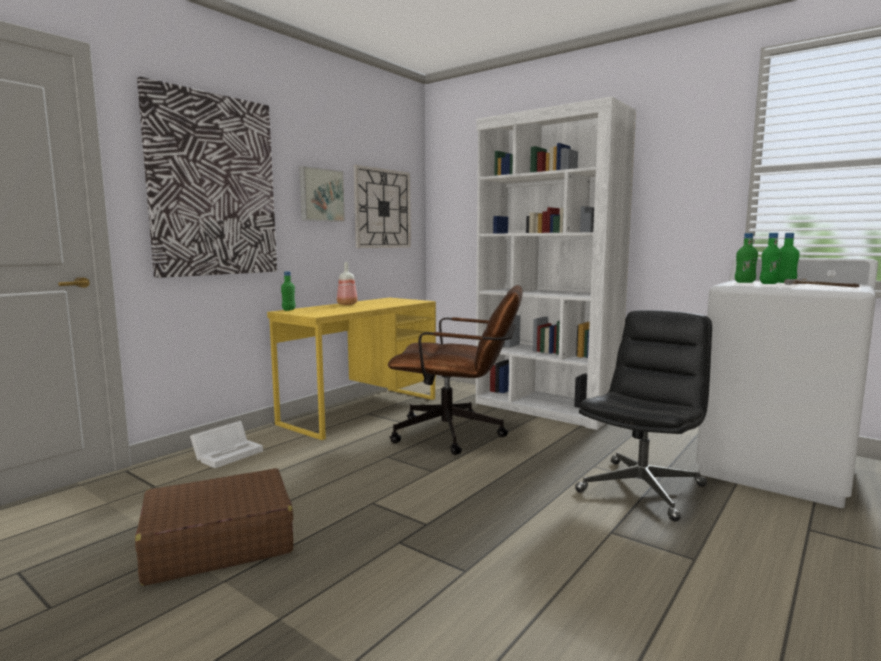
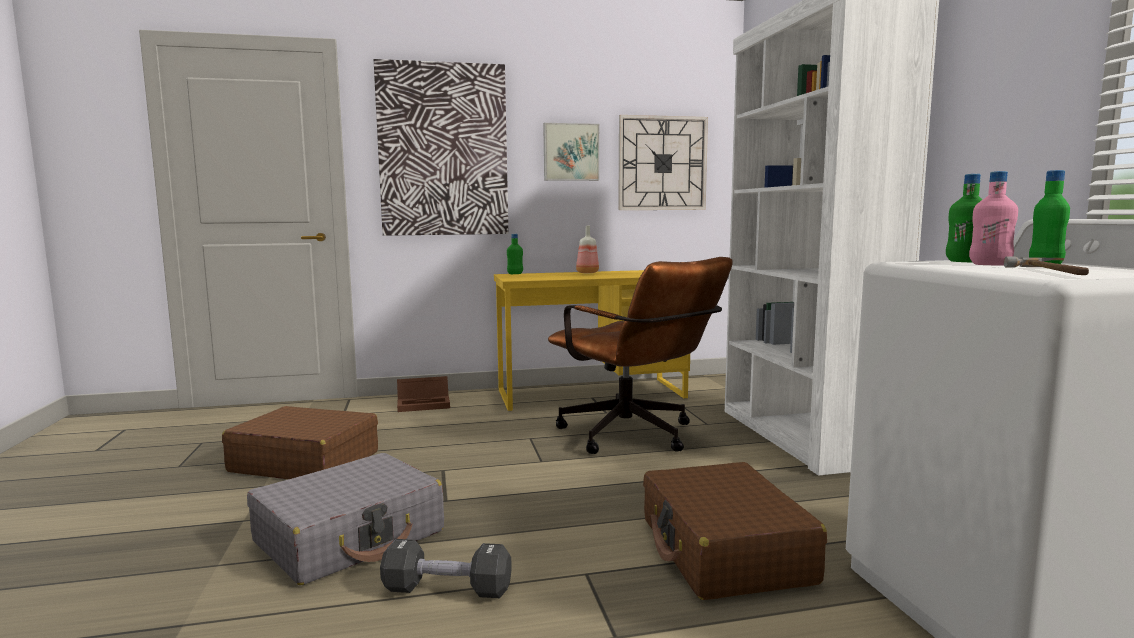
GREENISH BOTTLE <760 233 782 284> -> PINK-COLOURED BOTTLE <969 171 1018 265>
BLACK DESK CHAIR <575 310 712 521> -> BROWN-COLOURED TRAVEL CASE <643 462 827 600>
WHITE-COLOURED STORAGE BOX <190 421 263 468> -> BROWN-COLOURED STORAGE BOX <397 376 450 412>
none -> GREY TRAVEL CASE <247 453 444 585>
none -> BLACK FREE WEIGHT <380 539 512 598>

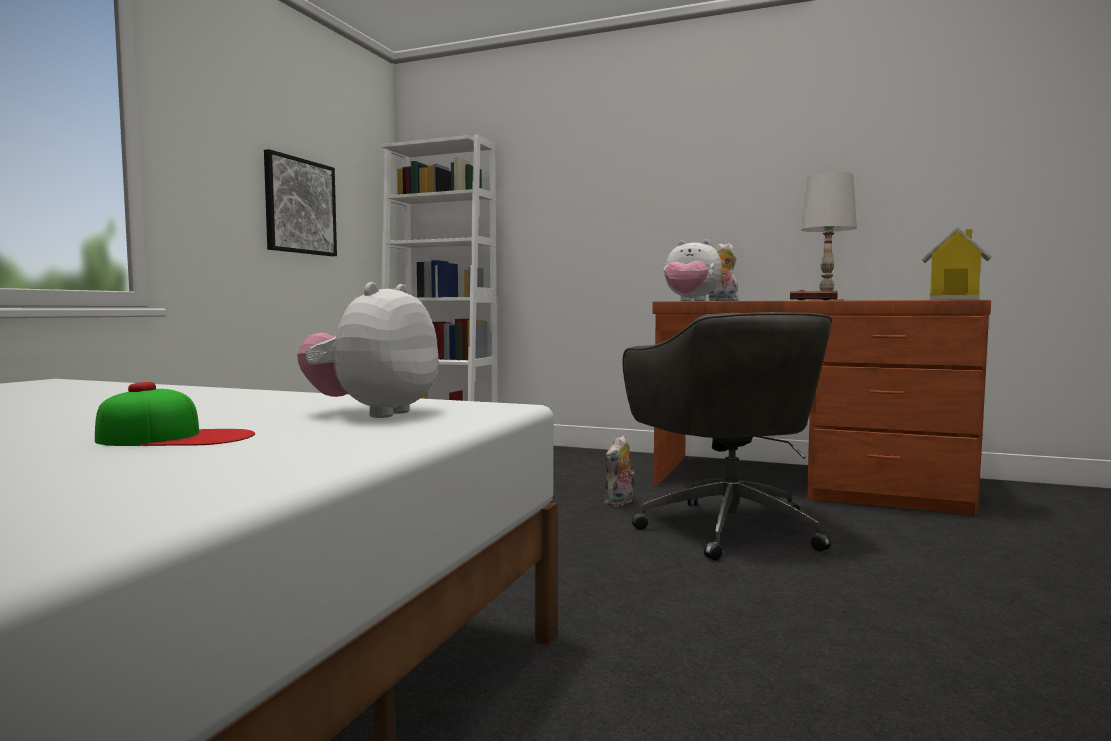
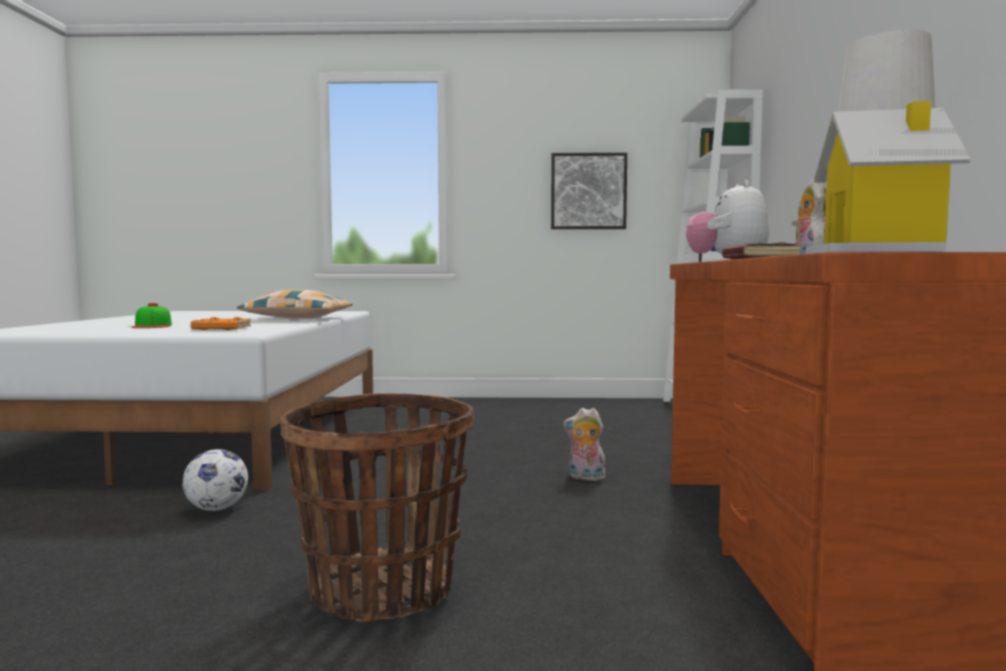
SOFT TOY <297 282 439 418> -> ORANGE BOUND BOOK <191 317 251 330>
GREY DESK CHAIR <622 312 832 561> -> none
none -> CUSHION <236 290 353 319>
none -> HOUSEHOLD BASKET <281 393 474 622>
none -> FOOTBALL BALL <182 449 248 511>

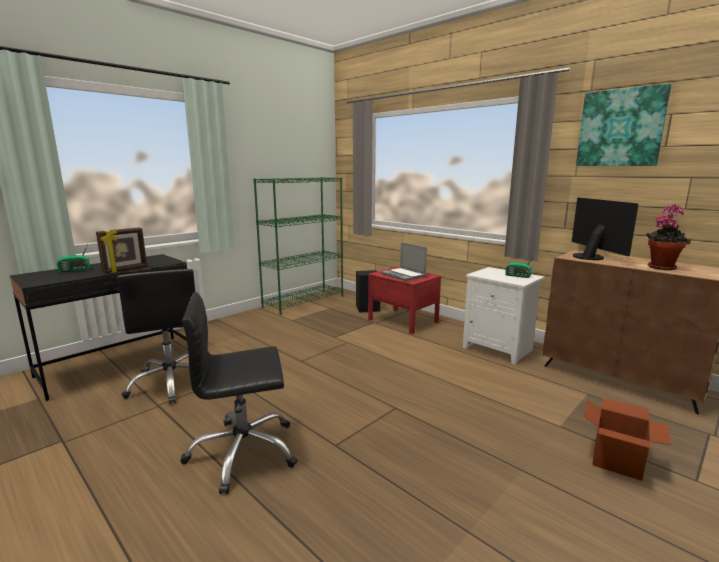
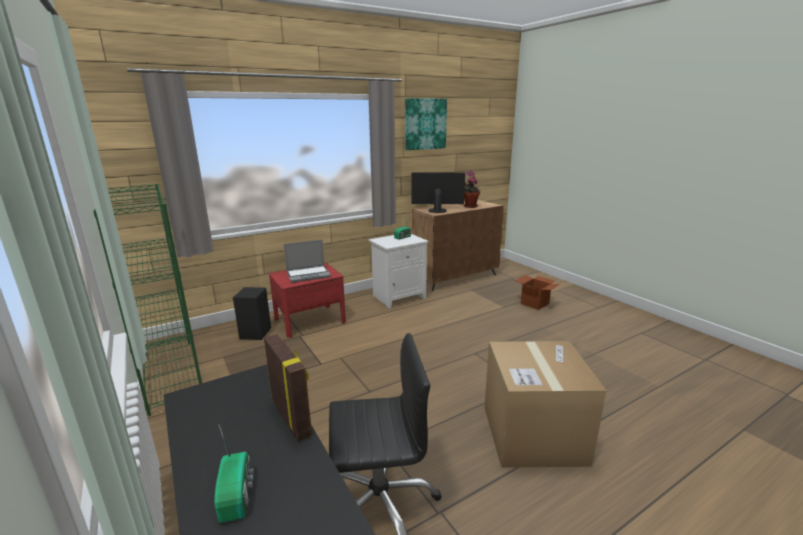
BLACK DESK CHAIR <180 292 298 494> -> CARDBOARD BOX <484 341 606 468>

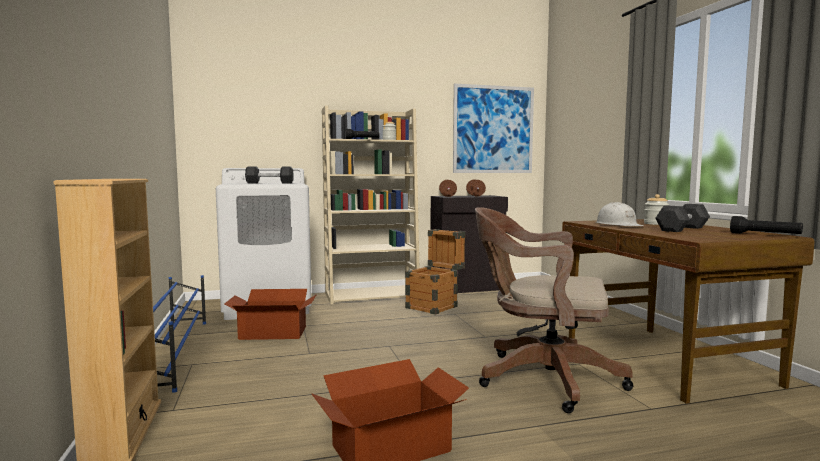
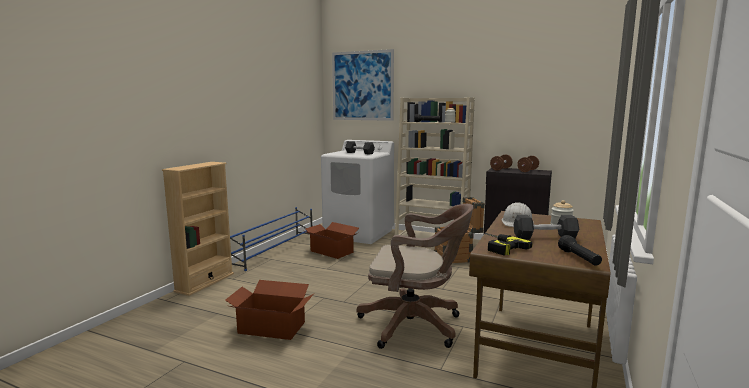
WALL ART <453 83 534 173> -> WALL ART <332 49 394 121>, shifted
BROWN-COLOURED DESK CHAIR <475 207 633 413> -> BROWN-COLOURED DESK CHAIR <357 204 473 349>, 135 degrees clockwise
none -> DRILL <484 233 533 256>

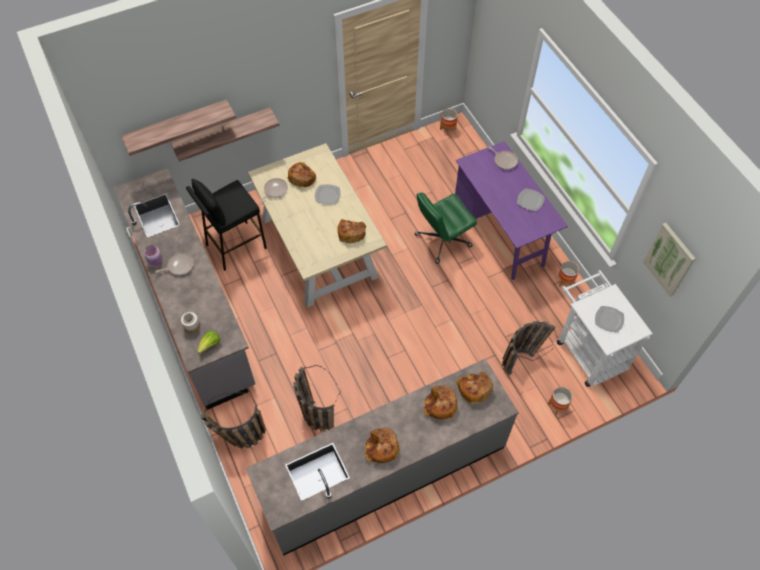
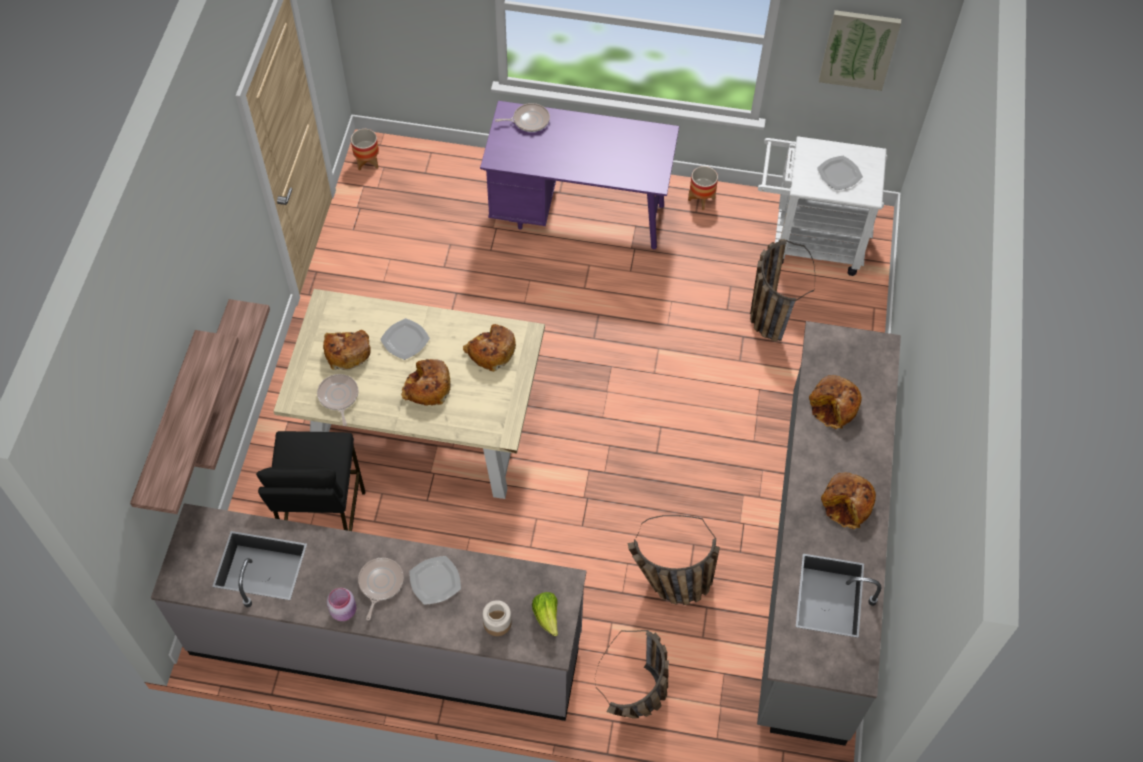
PLATE <517 188 545 211> -> PLATE <409 556 461 605>, shifted
GREENISH DESK CHAIR <415 192 477 264> -> none
BREAD <456 372 493 405> -> BREAD <401 359 451 406>, shifted
PLANTER <548 387 573 415> -> none

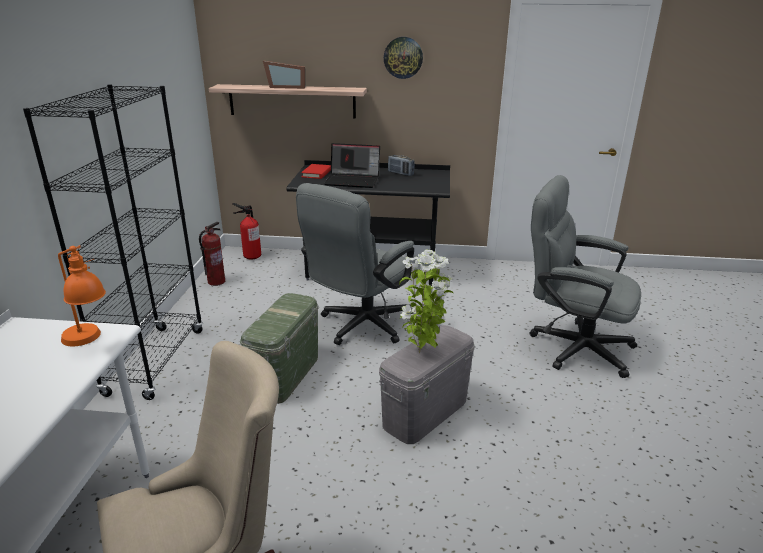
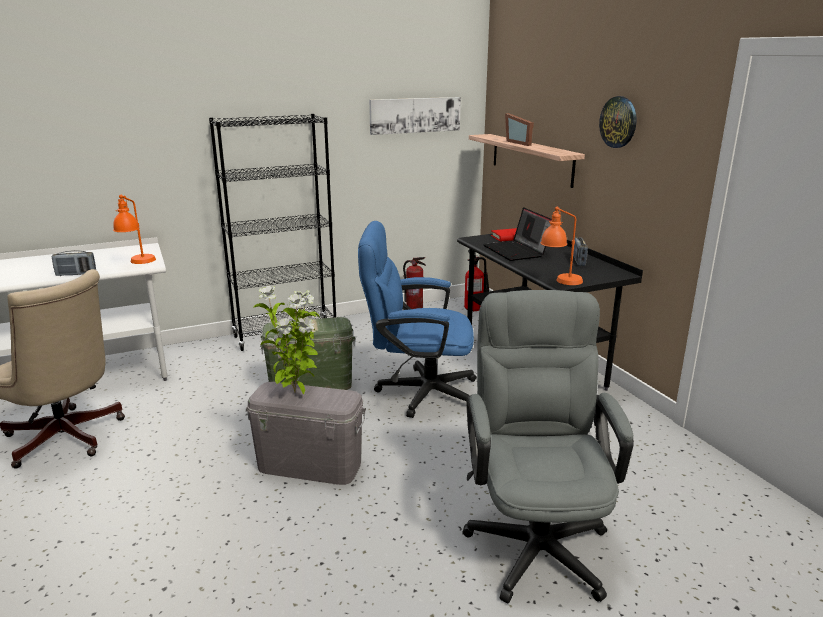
GREY DESK CHAIR <296 183 414 345> -> BLUISH DESK CHAIR <358 221 477 418>
none -> WALL ART <369 97 461 135>
none -> ORANGE TABLE LAMP <540 206 583 285>
none -> RADIO RECEIVER <52 250 96 276>

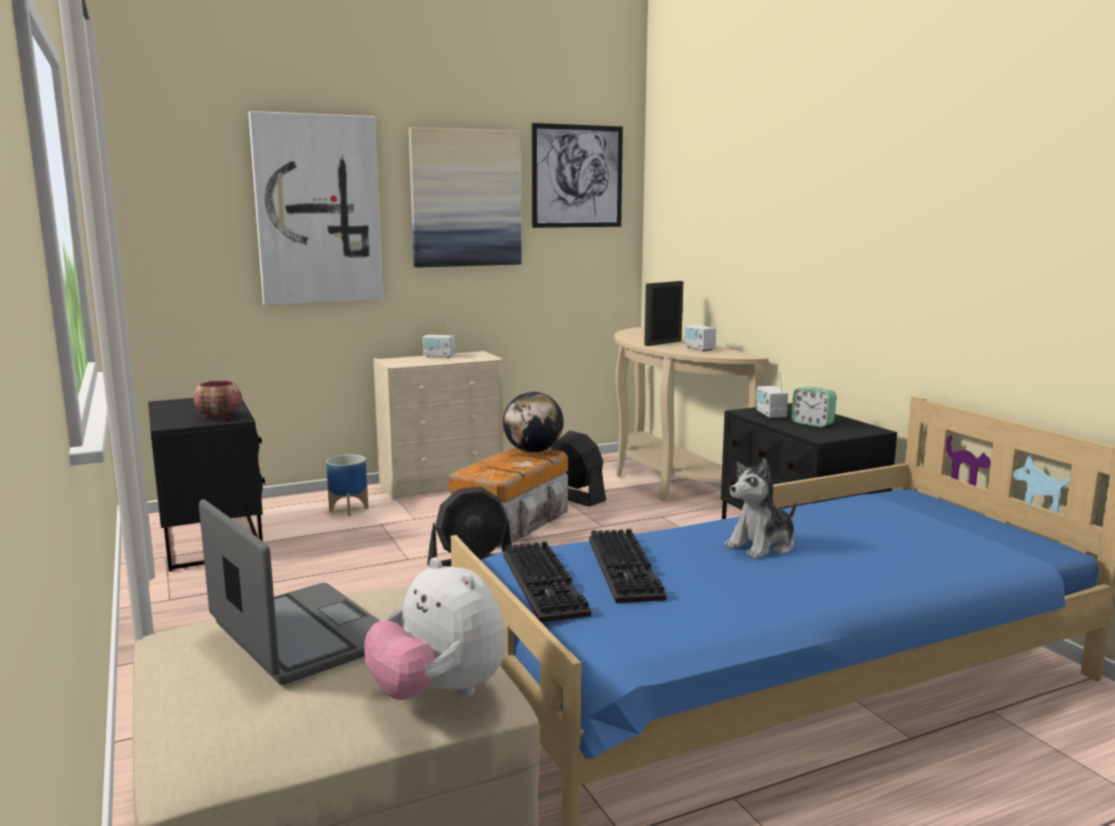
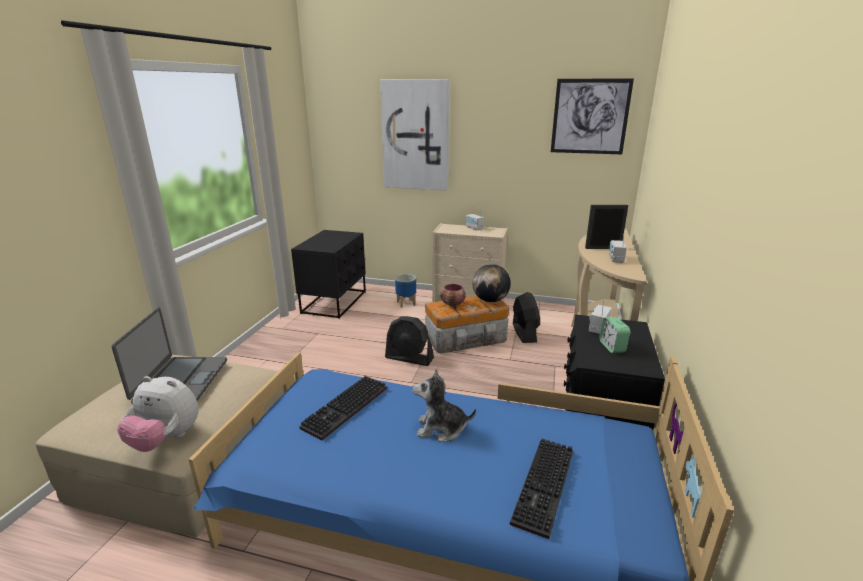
WALL ART <409 127 522 268> -> none
SERVING BOWL <194 381 242 420> -> SERVING BOWL <441 284 466 308>, shifted
KEYBOARD <503 541 591 622> -> KEYBOARD <510 439 573 539>, shifted
SOFT TOY <364 557 506 700> -> SOFT TOY <117 376 199 452>, 75 degrees counterclockwise

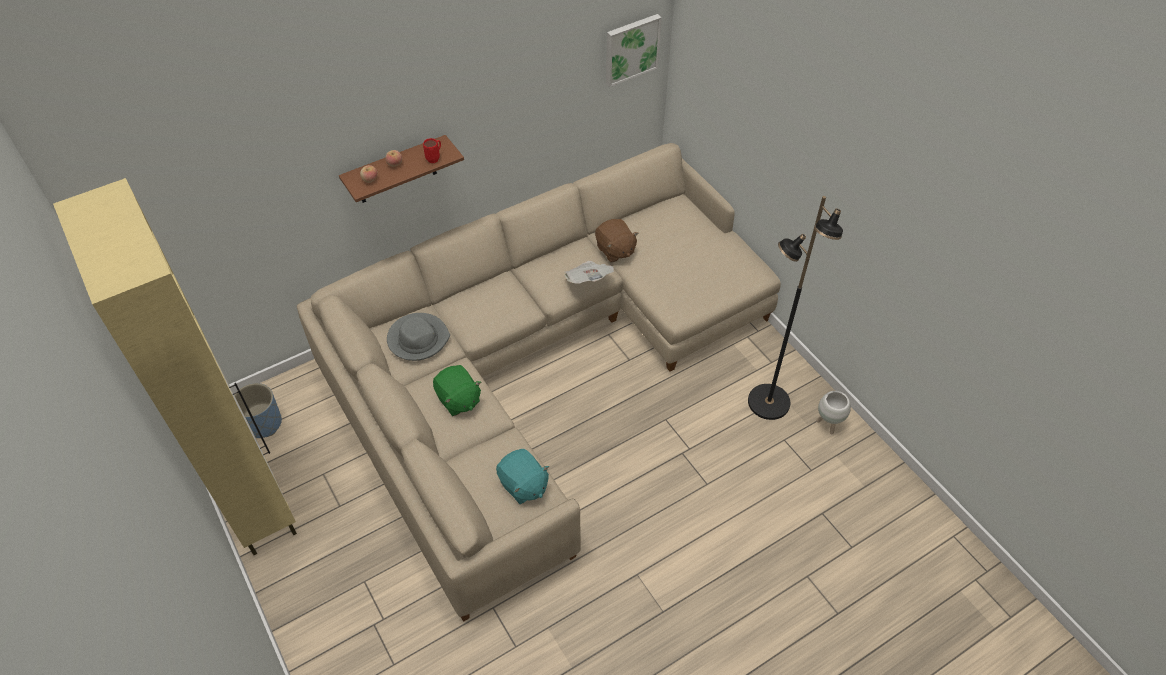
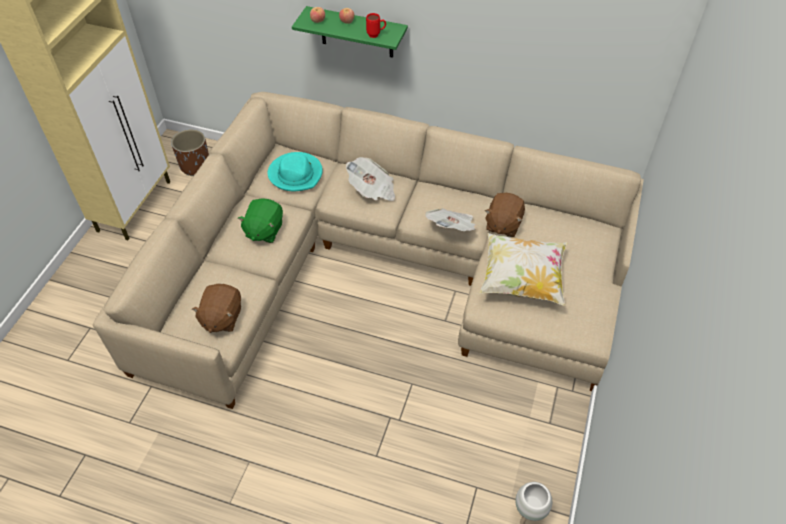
WALL ART <606 14 662 87> -> none
BROWN-COLOURED WALL SHELF <339 135 464 203> -> GREENISH WALL SHELF <292 6 408 58>
BLACK FLOOR LAMP <748 196 843 420> -> none
GREY WEARABLE HAT <387 313 450 361> -> TURQUOISE-COLOURED WEARABLE HAT <268 152 323 191>
BLUISH PLANTER <234 383 282 438> -> BROWN-COLOURED PLANTER <171 129 209 176>
TURQUOISE-COLOURED SOFT TOY <496 449 550 504> -> BROWN-COLOURED SOFT TOY <192 284 241 333>
none -> DAILY PAPER <346 157 395 201>
none -> CUSHION <480 233 567 306>

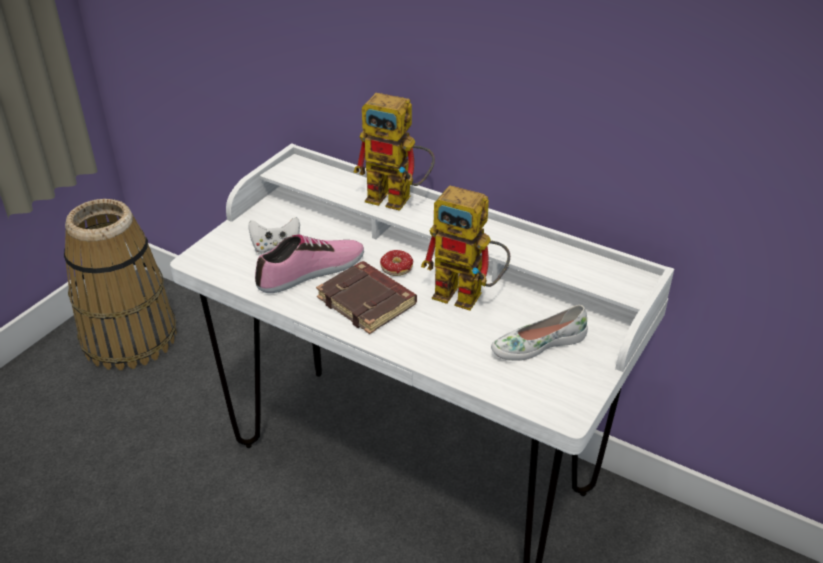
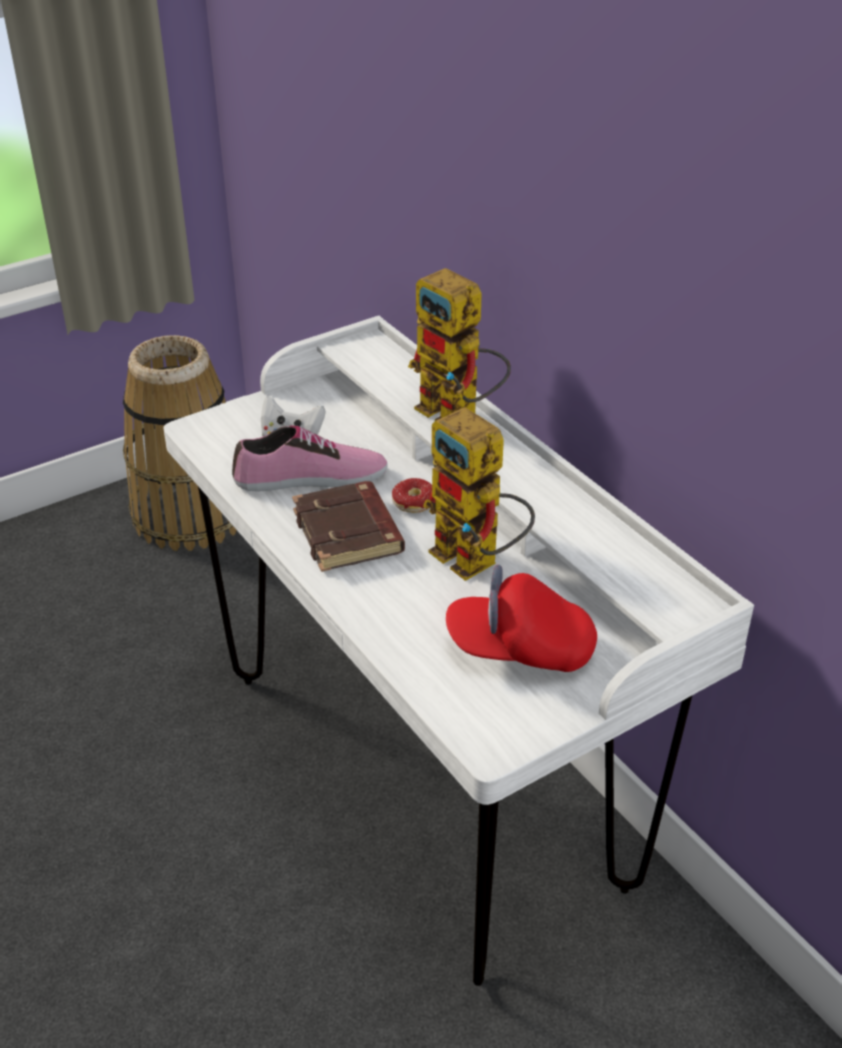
WHITE-COLOURED LOW SHOE <491 305 588 361> -> RED-COLOURED CAP <446 565 597 672>

